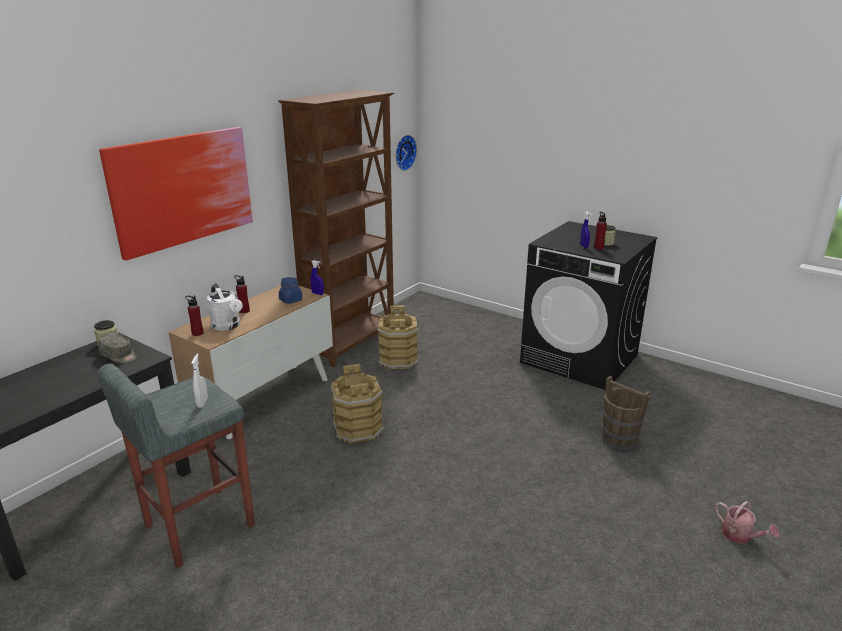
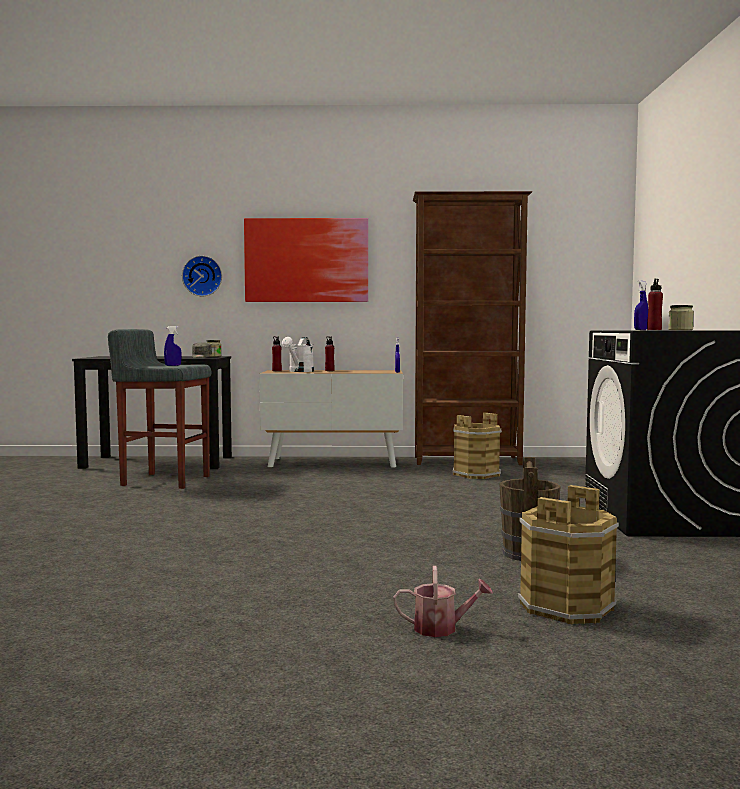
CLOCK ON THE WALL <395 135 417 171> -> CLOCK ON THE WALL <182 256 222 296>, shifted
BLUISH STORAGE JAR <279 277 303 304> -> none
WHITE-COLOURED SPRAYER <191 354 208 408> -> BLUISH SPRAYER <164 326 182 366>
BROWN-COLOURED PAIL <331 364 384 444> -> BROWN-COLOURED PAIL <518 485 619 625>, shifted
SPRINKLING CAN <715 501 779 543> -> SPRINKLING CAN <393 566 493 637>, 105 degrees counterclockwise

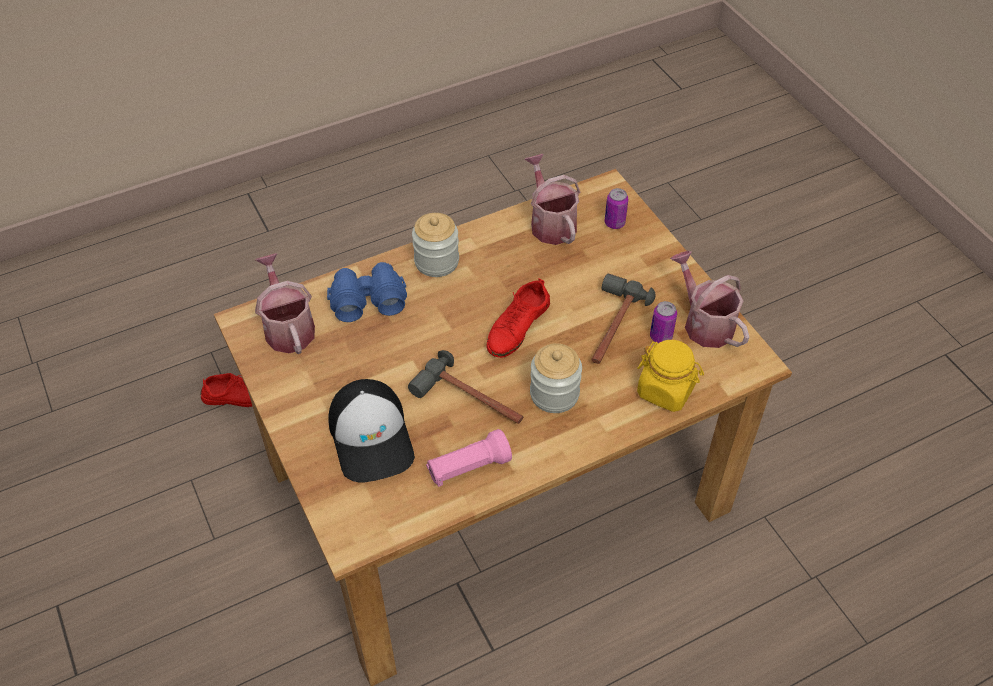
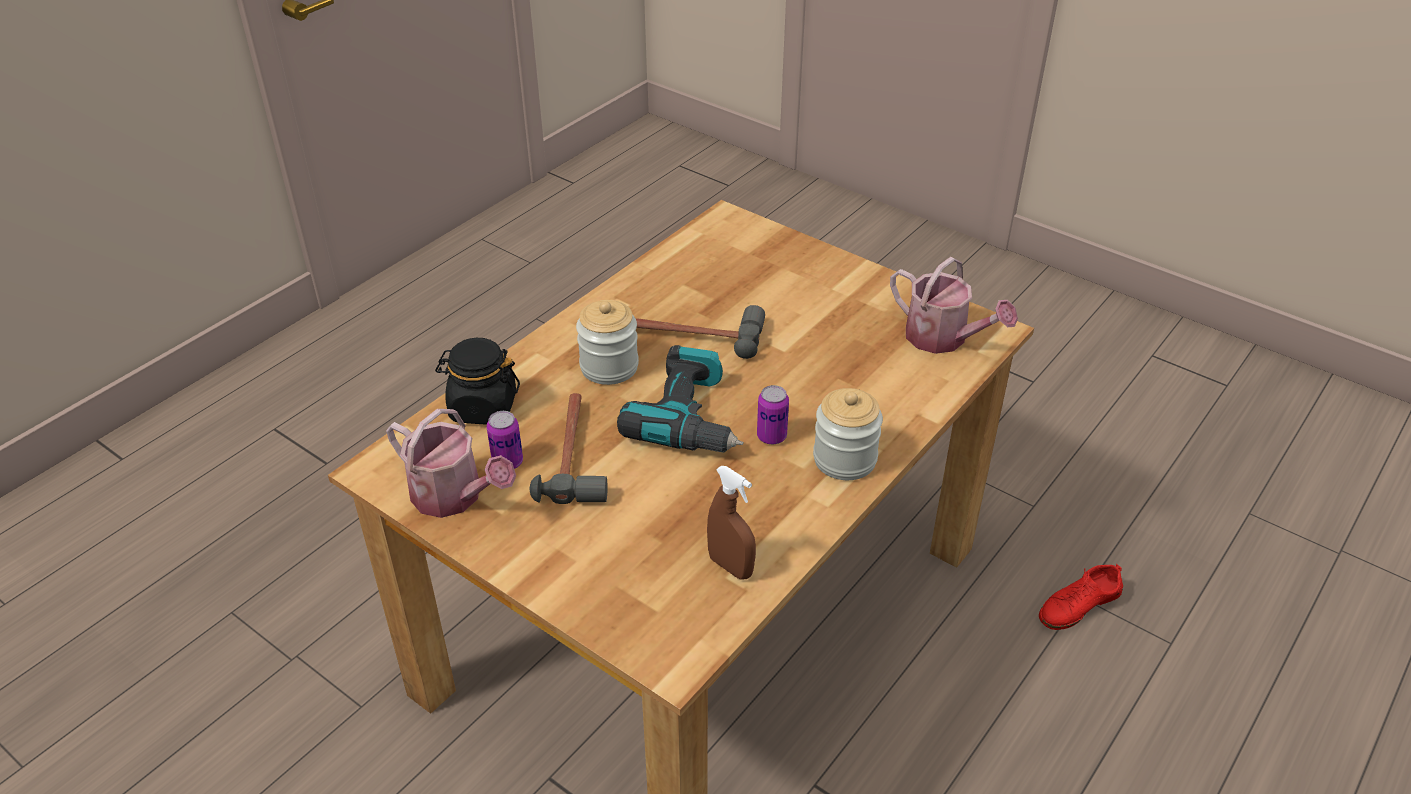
SPRINKLING CAN <524 154 580 245> -> BROWN-COLOURED SPRAYER <707 466 756 580>
CAN <605 188 628 229> -> CAN <757 385 789 444>, shifted
BLUISH PAIR OF BINOCULARS <327 262 407 322> -> none
RED-COLOURED LOW SHOE <486 279 550 358> -> DRILL <617 345 743 453>
YELLOW-COLOURED STORAGE JAR <637 340 704 412> -> BLACK STORAGE JAR <435 338 520 425>
CAP <328 379 415 483> -> none
PINK-COLOURED HAND TORCH <426 429 512 487> -> none

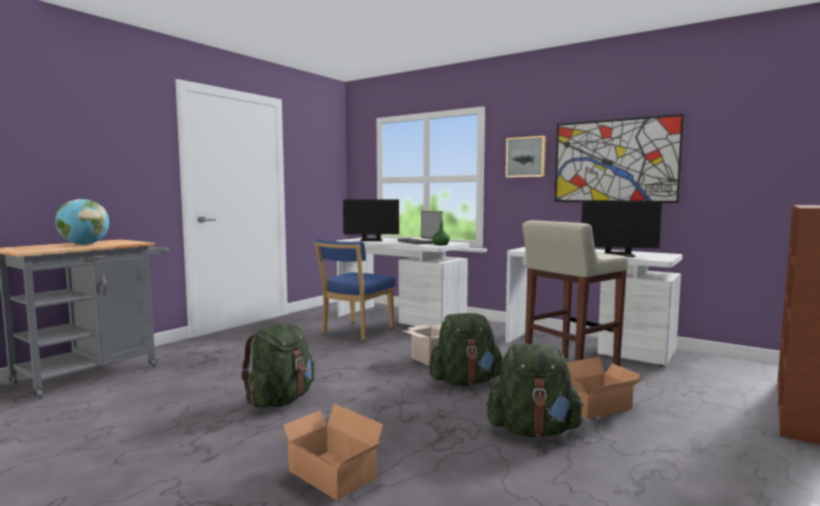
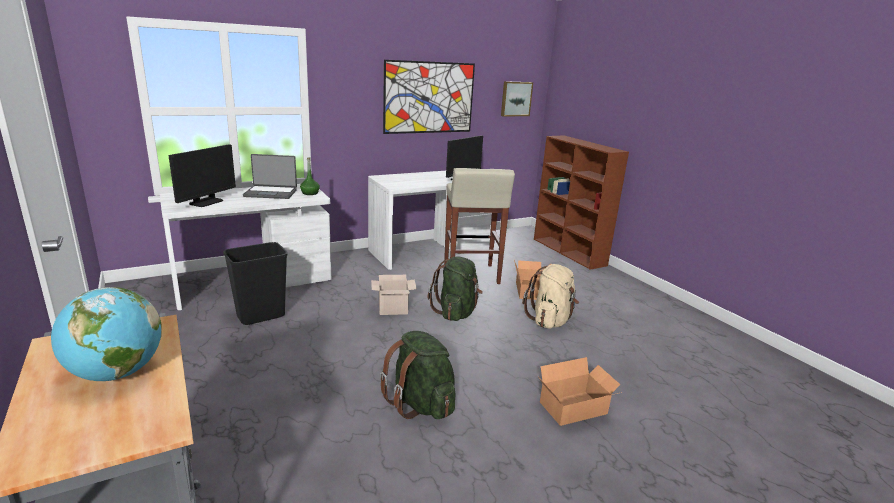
WALL ART <506 136 546 177> -> WALL ART <501 81 533 117>, shifted
BLUISH UPRIGHT CHAIR <315 239 395 340> -> BLACK RUBBISH BIN <223 242 288 325>
GREENISH RUCKSACK <487 344 584 437> -> BEIGE-COLOURED RUCKSACK <522 264 579 329>

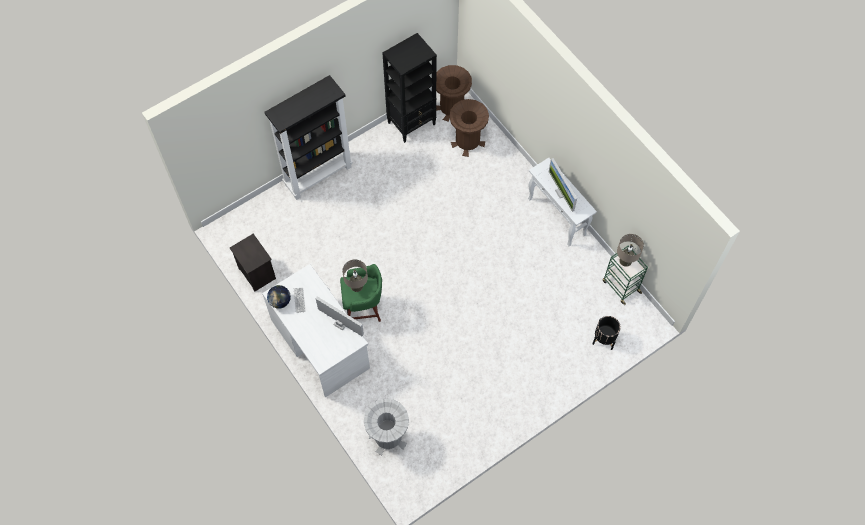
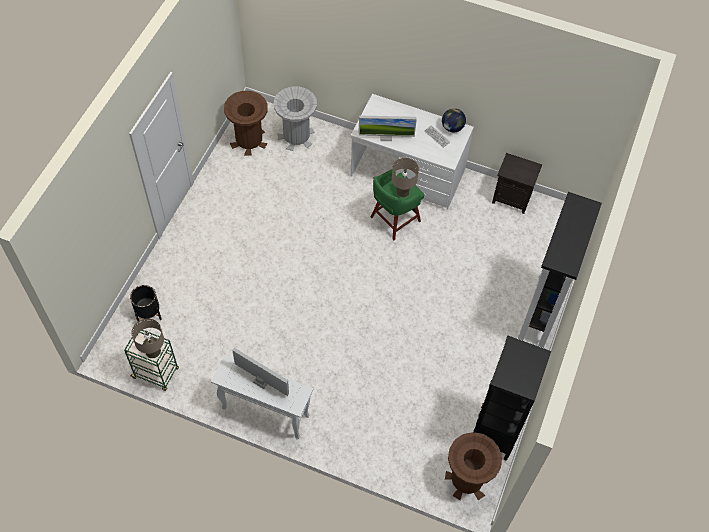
BROWN-COLOURED RUBBISH BIN <449 99 489 157> -> BROWN-COLOURED RUBBISH BIN <224 91 268 156>, shifted

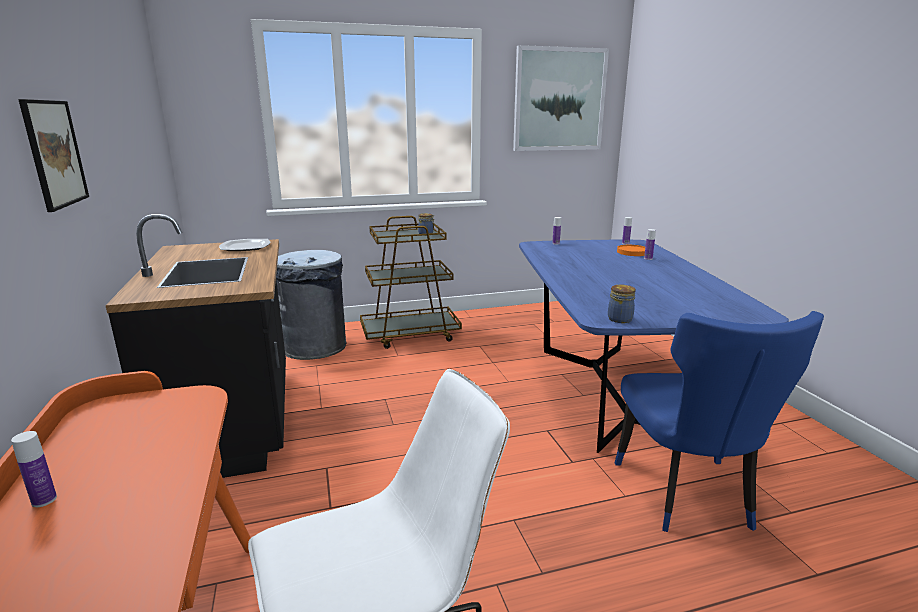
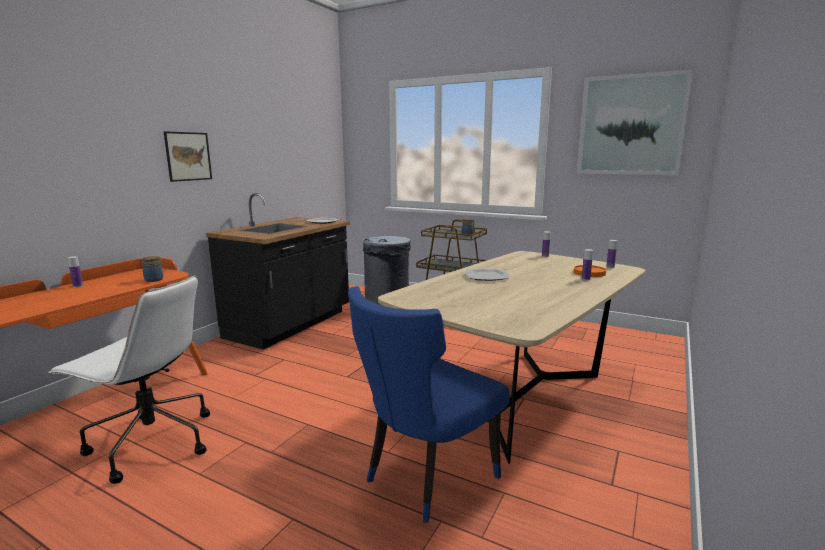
BLUISH KITCHEN TABLE <519 240 789 453> -> BEIGE-COLOURED KITCHEN TABLE <378 251 646 464>
STORAGE JAR <608 285 636 323> -> STORAGE JAR <142 256 164 282>, shifted
none -> PLATE <465 268 509 281>

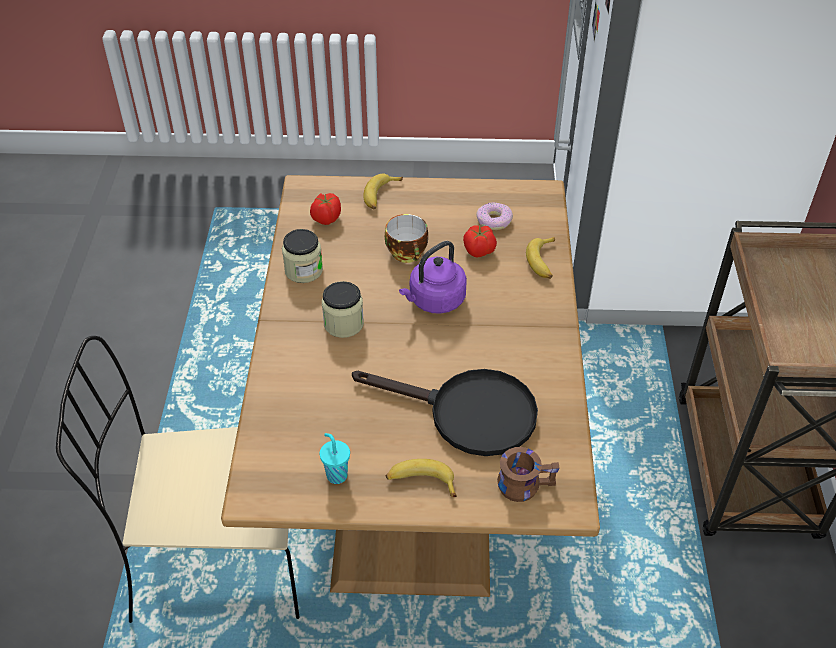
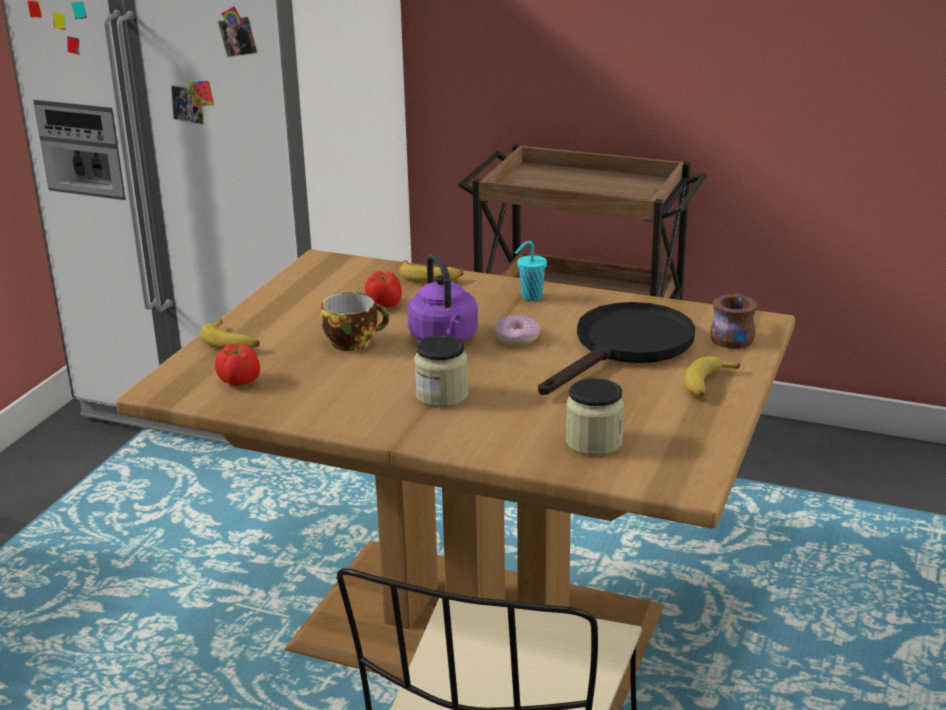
RING DOUGHNUT <476 202 513 230> -> RING DOUGHNUT <494 315 540 345>, shifted
STORAGE JAR <282 229 323 283> -> STORAGE JAR <566 378 624 456>, shifted
TURQUOISE-COLOURED SMALL CUP <320 433 350 484> -> TURQUOISE-COLOURED SMALL CUP <515 241 547 301>, shifted

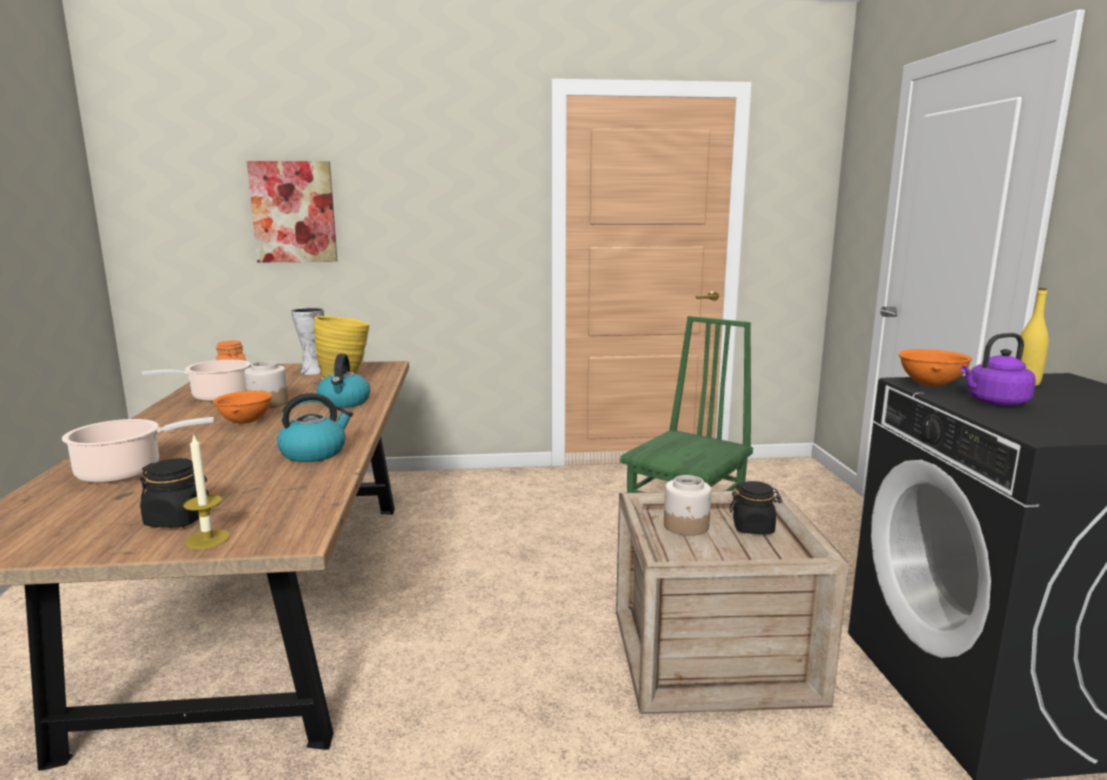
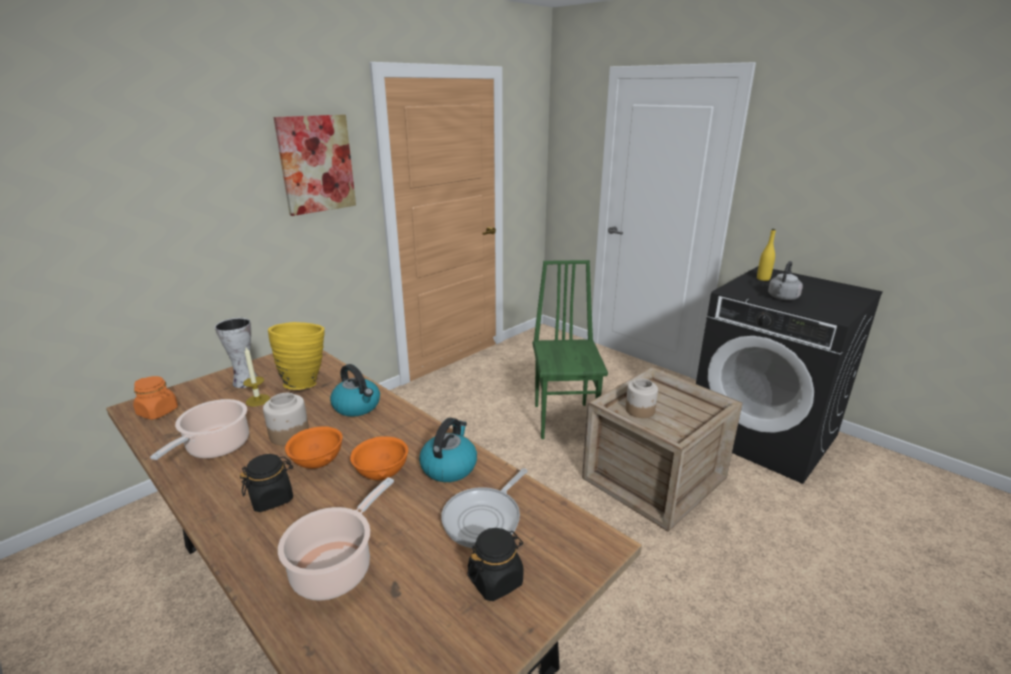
WALL ART <247 161 338 262> -> WALL ART <273 115 356 216>, shifted
PURPLE KETTLE <961 333 1036 406> -> GREY KETTLE <768 261 803 300>
ORANGE SERVING BOWL <899 349 972 386> -> ORANGE SERVING BOWL <350 436 408 480>, shifted
WAX LIGHT <183 433 230 549> -> WAX LIGHT <243 347 270 406>, shifted
BLACK STORAGE JAR <729 481 782 534> -> BLACK STORAGE JAR <240 454 293 512>, shifted
none -> PAN <441 468 528 548>

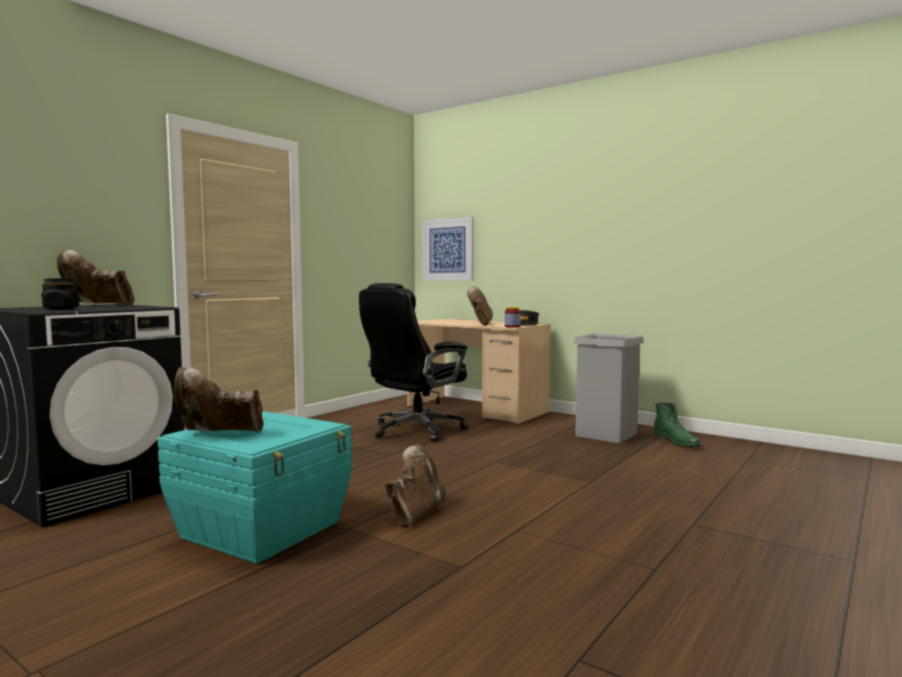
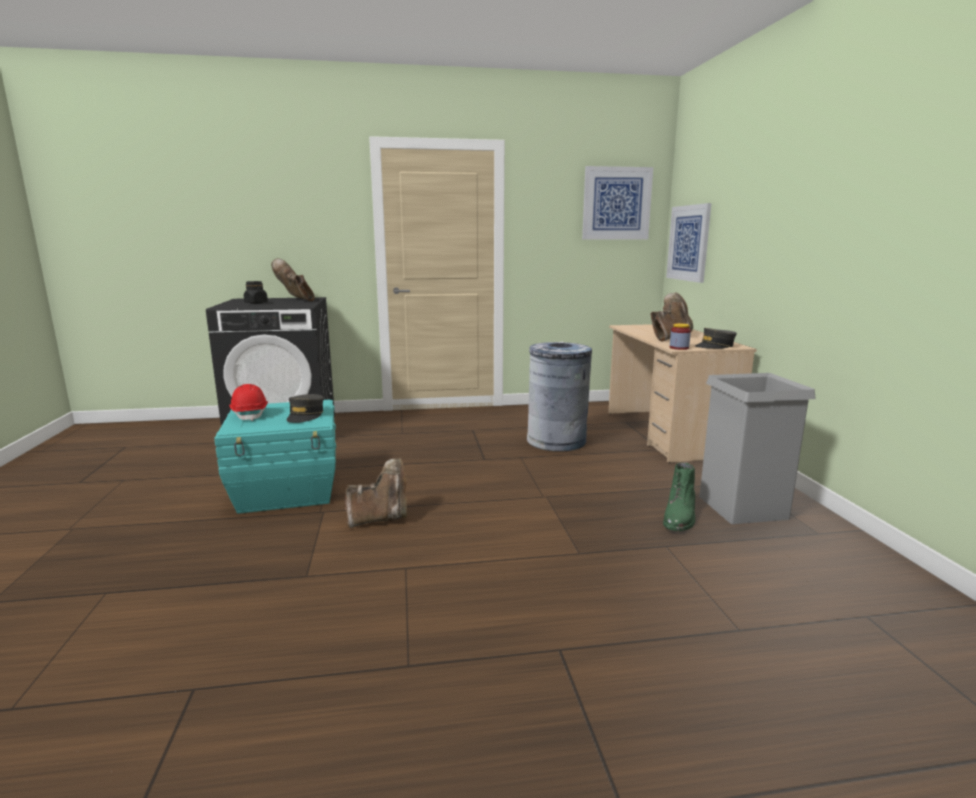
BLACK DESK CHAIR <359 283 468 442> -> GREY RUBBISH BIN <527 341 592 452>
BROWN-COLOURED BOOT <174 367 264 432> -> RED-COLOURED SAFETY HELMET <229 384 268 421>
GREENISH BOOT <654 402 701 447> -> GREENISH BOOT <663 463 695 531>, shifted
none -> WALL ART <582 166 653 239>
none -> GREY CAP <287 394 324 423>

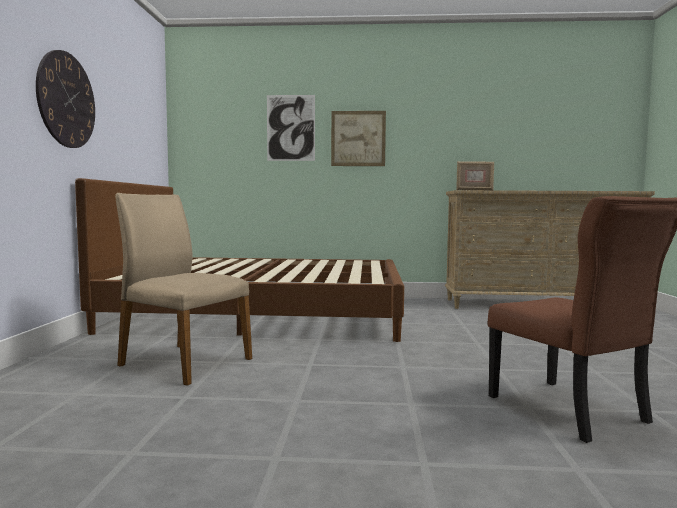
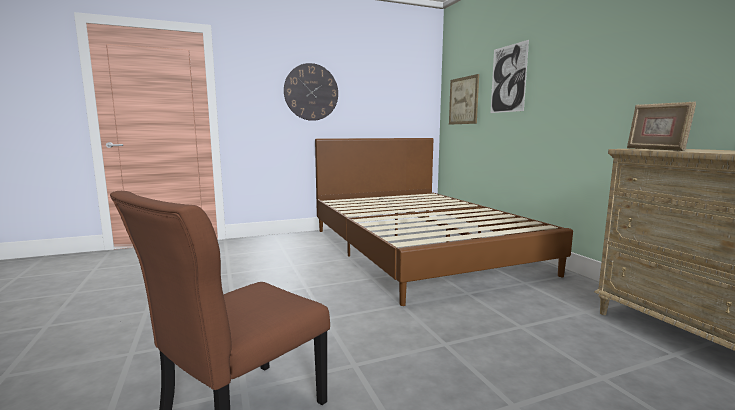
WALL ART <331 111 386 166> -> WALL ART <449 74 479 125>, shifted
BEIGE-COLOURED UPRIGHT CHAIR <115 193 252 386> -> none

